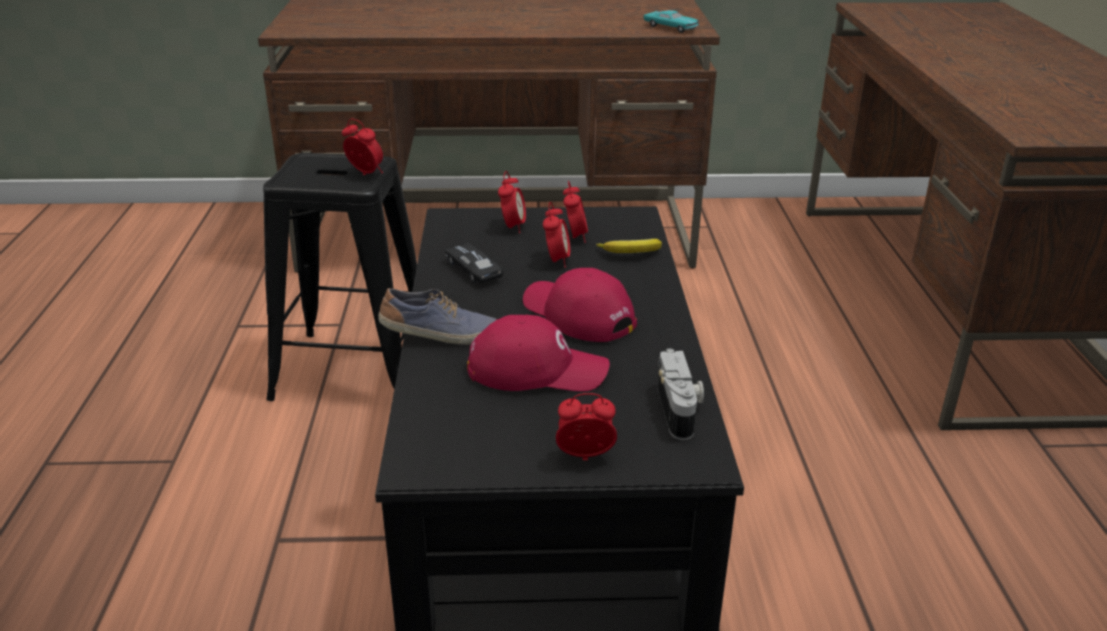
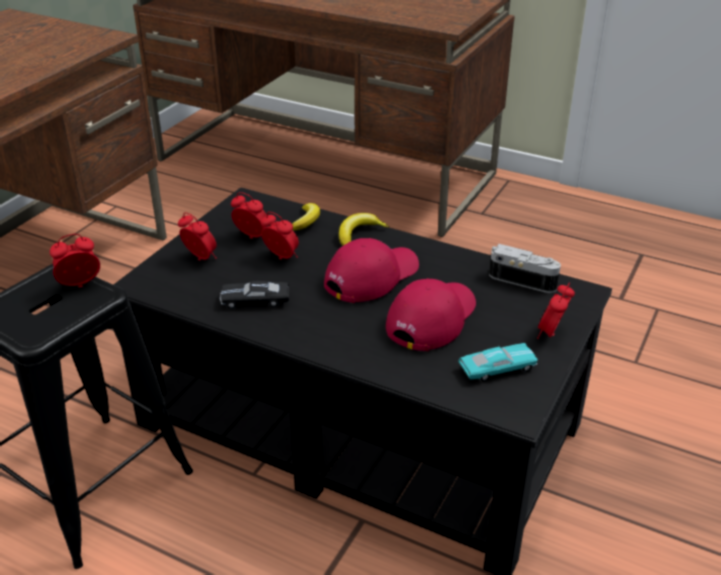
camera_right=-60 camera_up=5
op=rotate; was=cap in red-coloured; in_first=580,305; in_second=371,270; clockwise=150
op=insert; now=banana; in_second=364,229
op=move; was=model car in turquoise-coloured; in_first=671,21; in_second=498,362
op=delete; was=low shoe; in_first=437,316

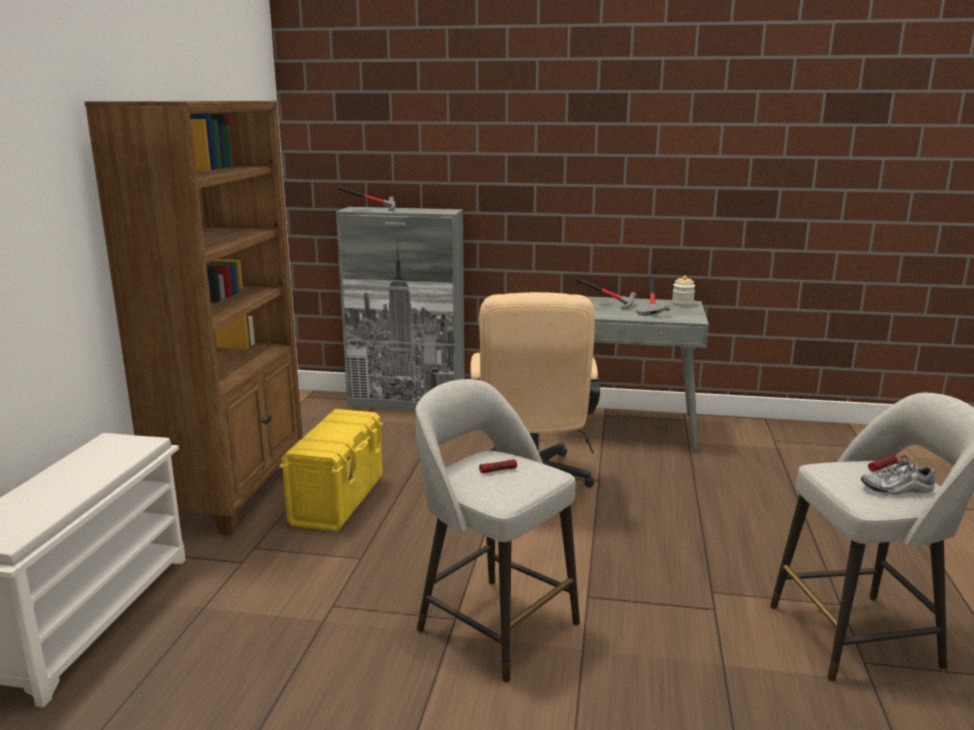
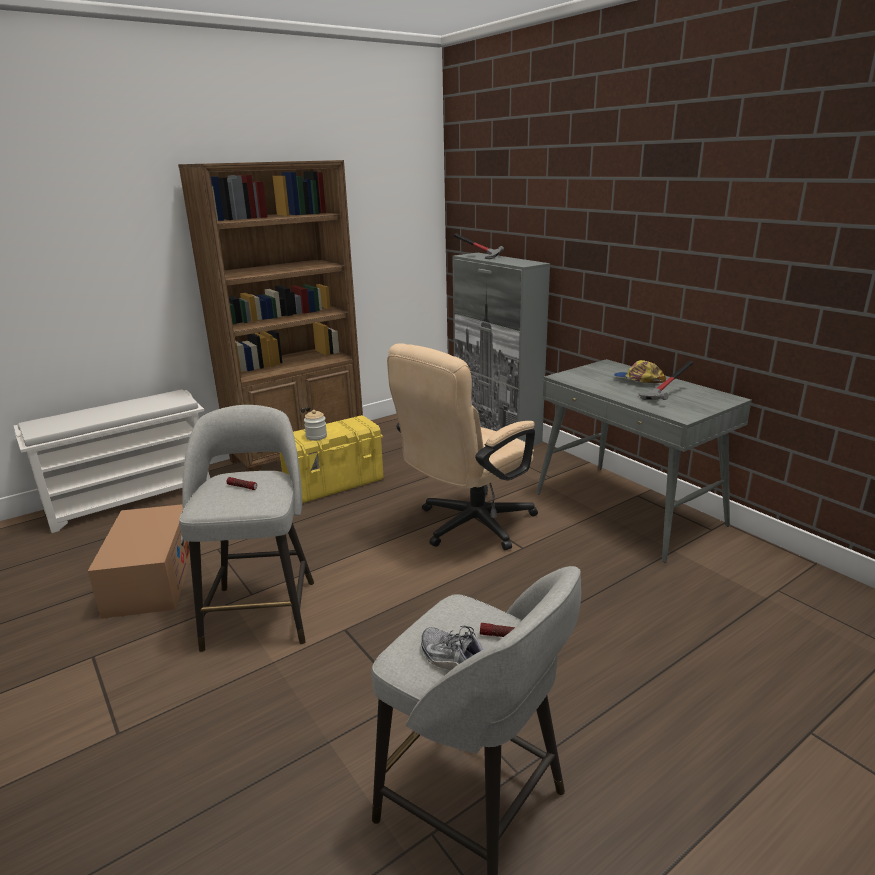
camera_right=45 camera_up=5
op=insert; now=cardboard box; in_second=139,561
op=move; was=storage jar; in_first=683,291; in_second=315,425
op=replace; was=tool hammer; now=cap; in_first=606,293; in_second=640,371

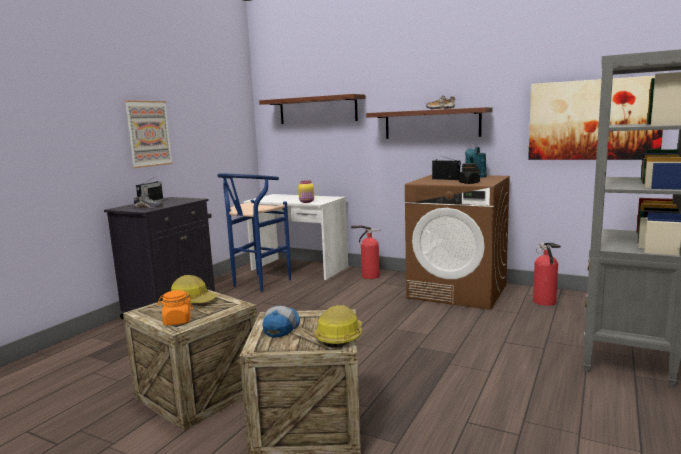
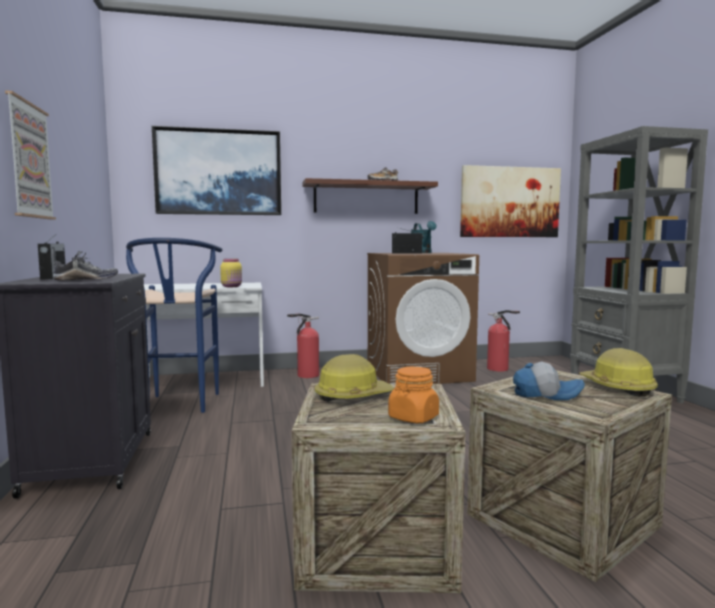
camera_right=-40 camera_up=-5
op=replace; was=bracket shelf; now=picture; in_first=312,109; in_second=216,170
op=rotate; was=cap; in_first=281,322; in_second=549,380; clockwise=120
op=delete; was=storage jar in blackish; in_first=469,173

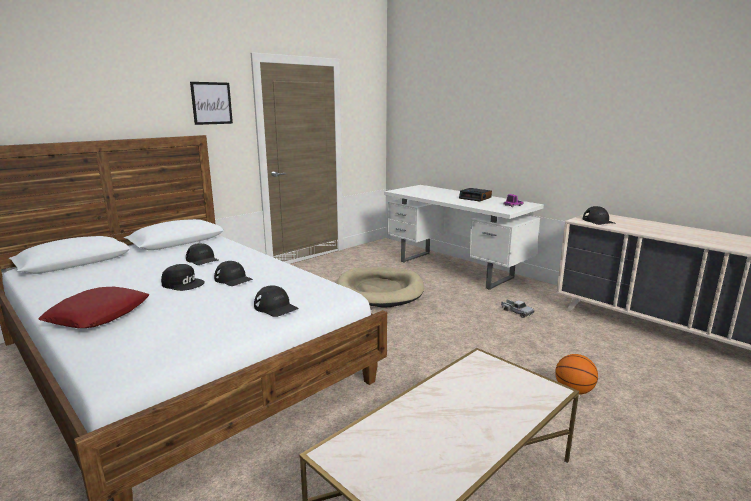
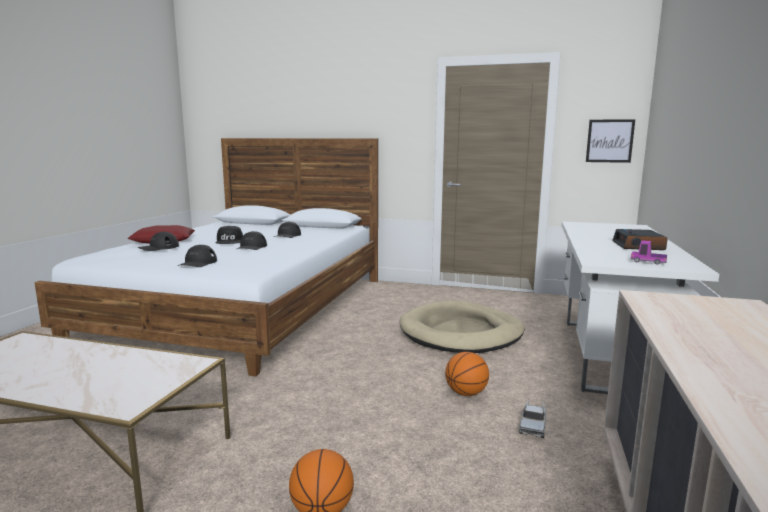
camera_right=60 camera_up=-5
op=move; was=cap in blackish; in_first=599,215; in_second=158,241
op=insert; now=ball for basketball; in_second=467,374
op=move; was=picture; in_first=211,103; in_second=610,141

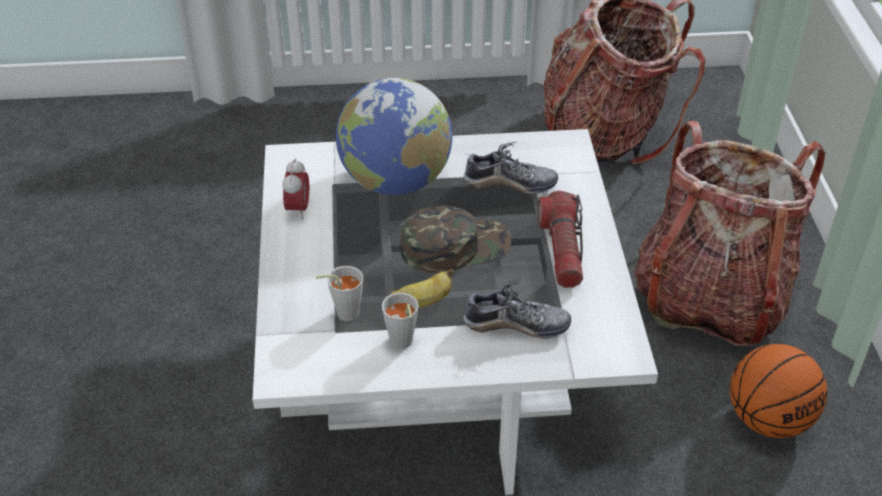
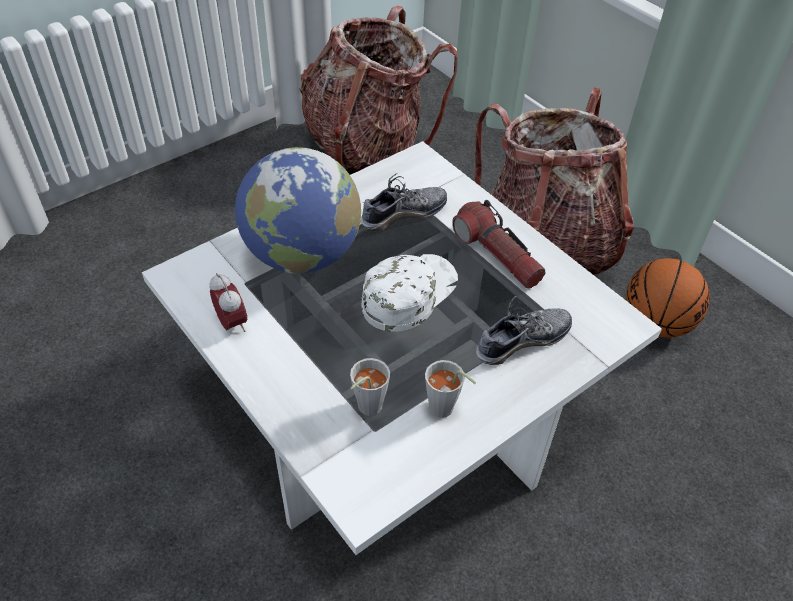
camera_right=-35 camera_up=5
op=recolor; was=cap in green-coloured; now=cap in white-coloured; in_first=455,239; in_second=409,293
op=delete; was=banana; in_first=422,288

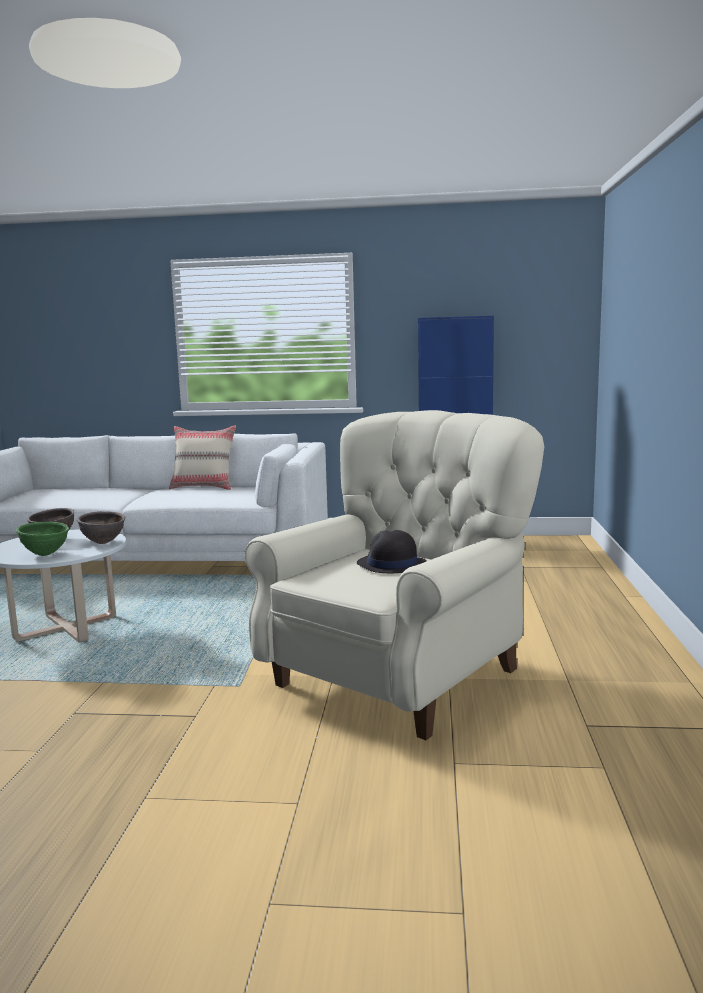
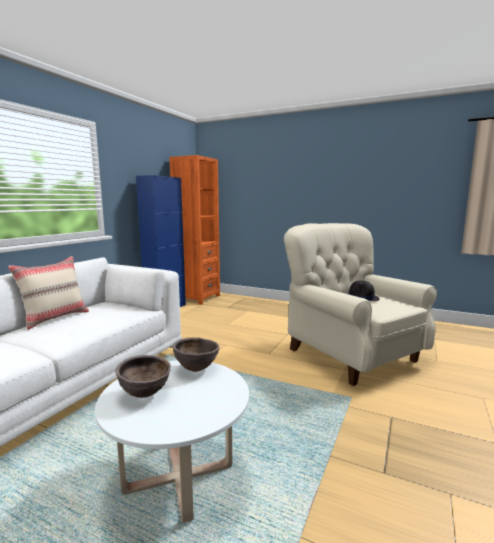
camera_right=-70 camera_up=0
op=insert; now=bookcase in orangey; in_second=194,230
op=delete; was=deep dish in green-coloured; in_first=42,539

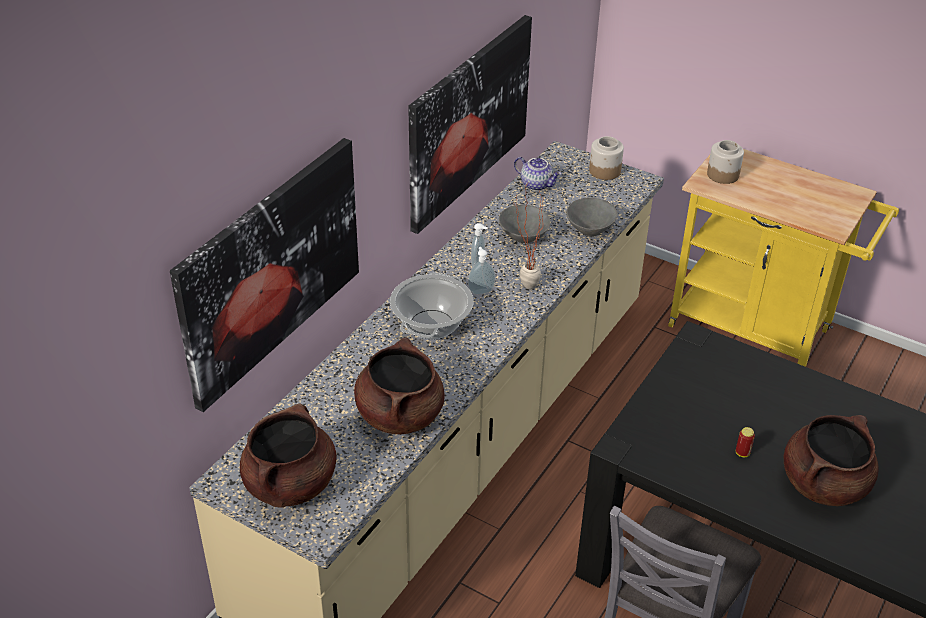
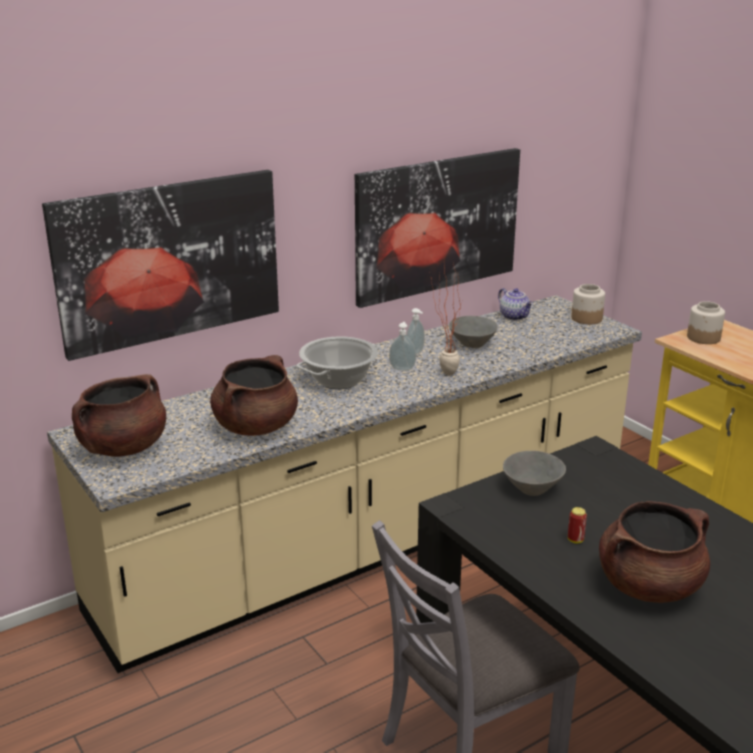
camera_right=25 camera_up=-15
op=move; was=deep dish in gray; in_first=592,217; in_second=534,473

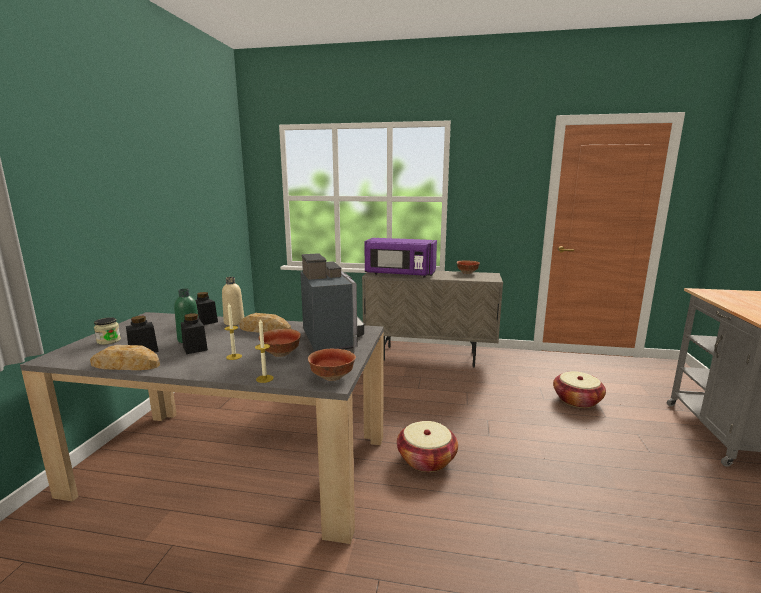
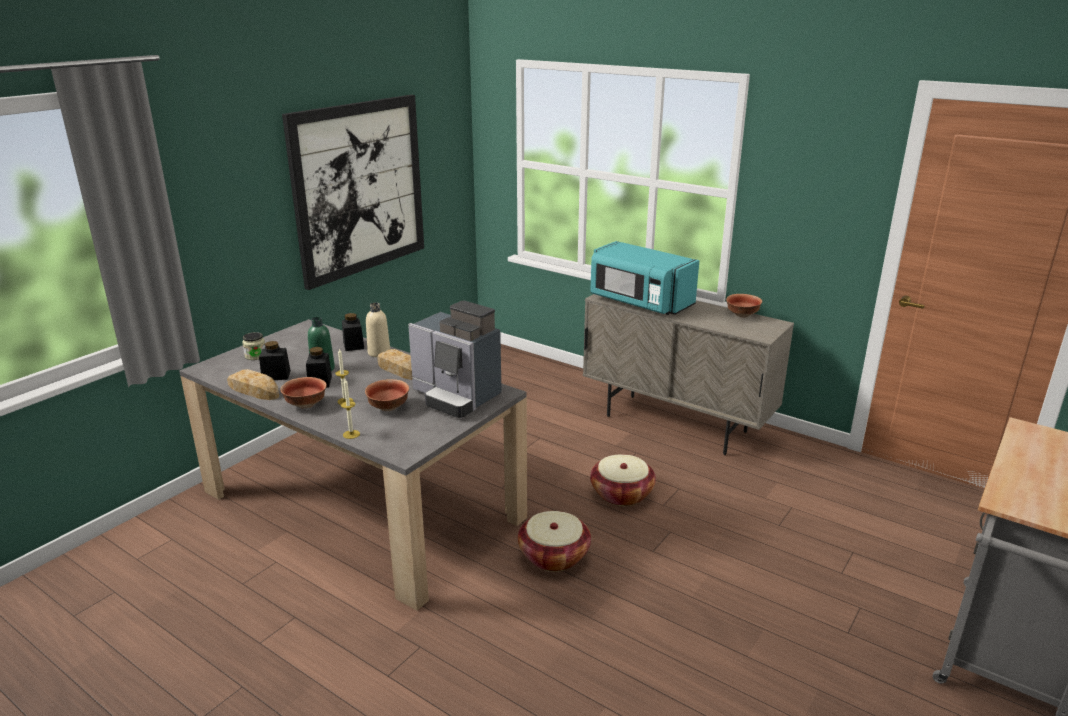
camera_right=25 camera_up=10
op=move; was=deep dish; in_first=332,365; in_second=303,392
op=insert; now=picture; in_second=353,192
op=rotate; was=coffee maker; in_first=332,302; in_second=455,359; clockwise=120
op=recolor; was=kitchen microwave in purplish; now=kitchen microwave in turquoise-coloured; in_first=400,258; in_second=644,278
op=move; was=storage basket; in_first=579,389; in_second=623,480

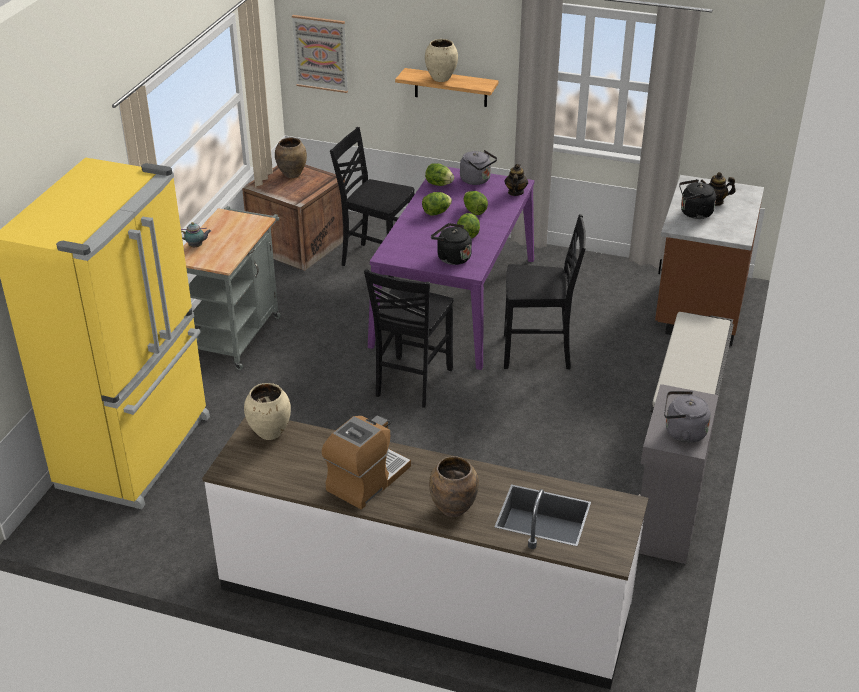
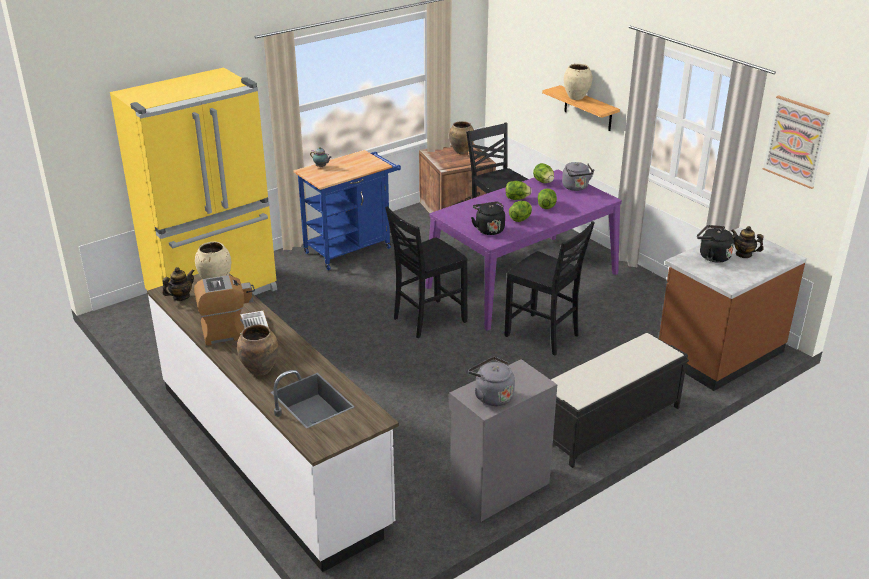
camera_right=35 camera_up=-5
op=move; was=pot for tea; in_first=516,180; in_second=178,284
op=recolor; was=wheeled cart in gray; now=wheeled cart in blue-coloured; in_first=232,288; in_second=347,210
op=move; was=picture; in_first=320,54; in_second=796,142

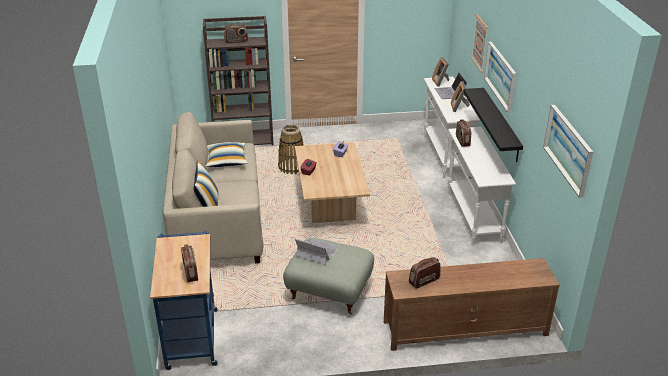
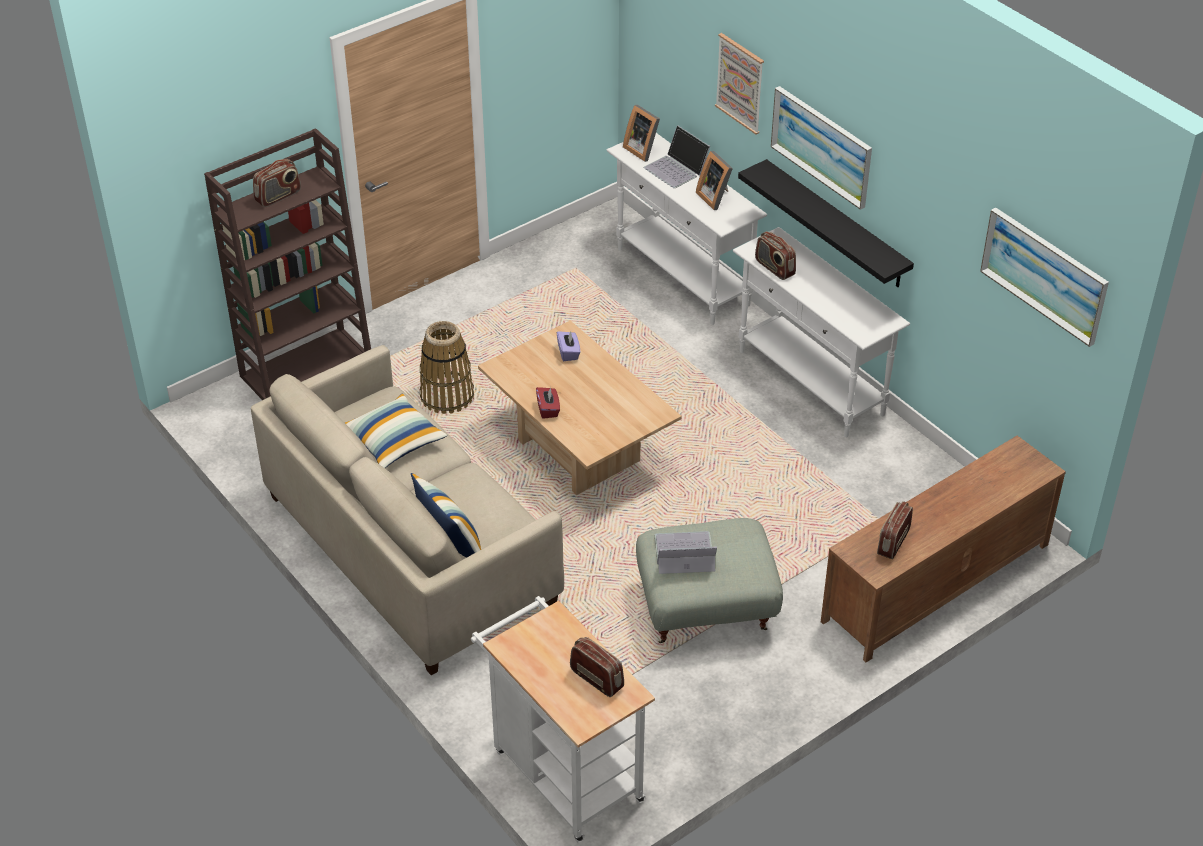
camera_right=-30 camera_up=10
op=recolor; was=wheeled cart in blue-coloured; now=wheeled cart in white-coloured; in_first=184,300; in_second=563,719

